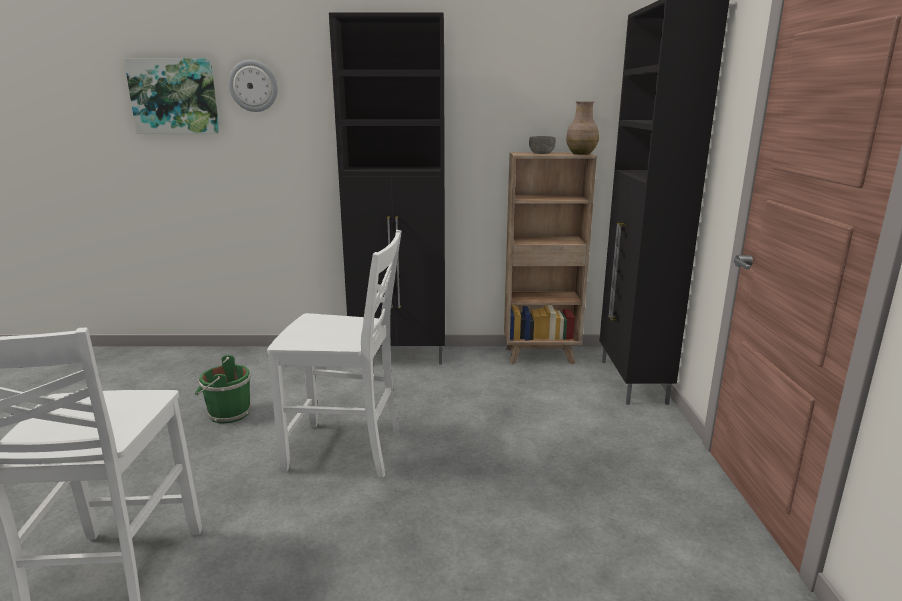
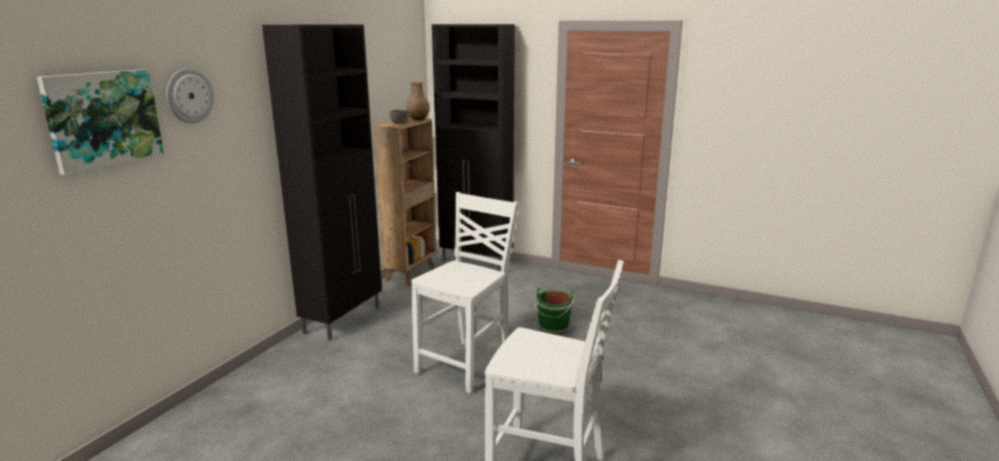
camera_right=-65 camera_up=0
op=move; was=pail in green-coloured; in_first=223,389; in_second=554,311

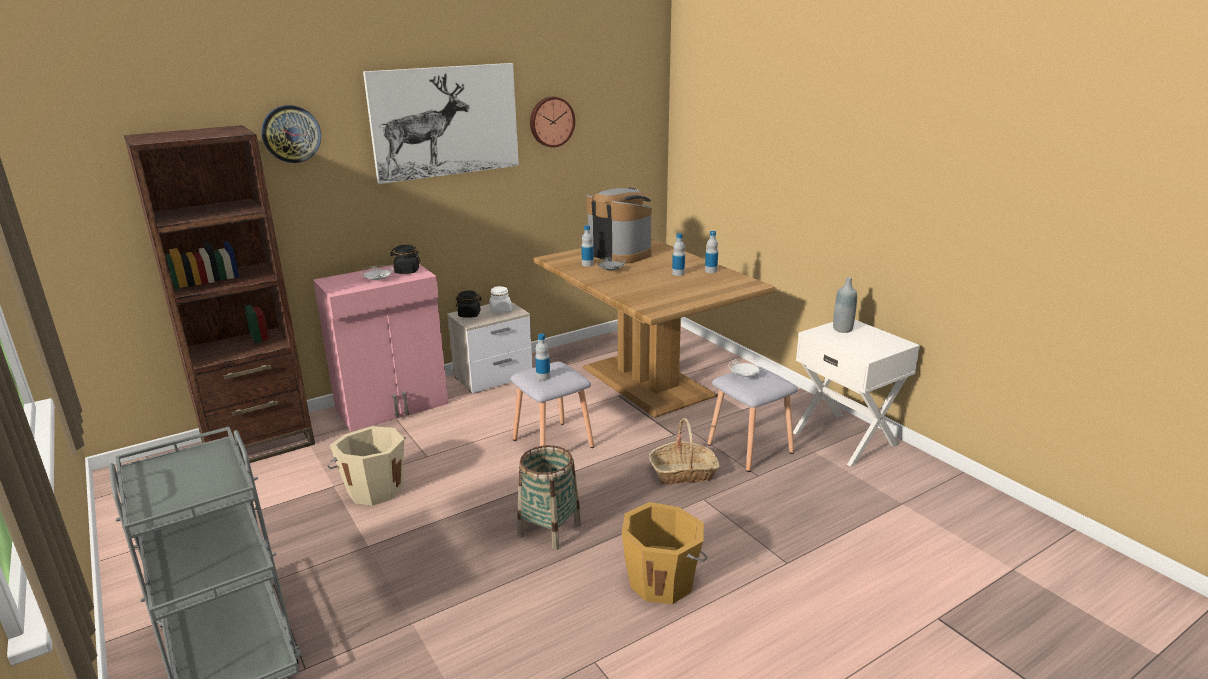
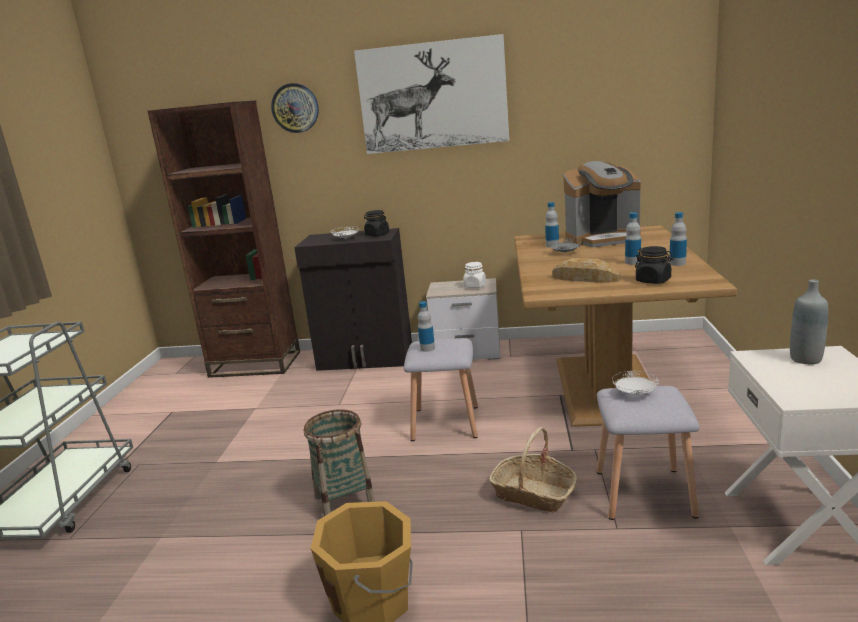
camera_right=40 camera_up=-5
op=recolor; was=storage cabinet in pinkish; now=storage cabinet in blackish; in_first=380,348; in_second=353,299
op=insert; now=baked bread; in_second=586,270
op=rotate; was=coffee maker; in_first=619,225; in_second=602,204; clockwise=90
op=move; was=storage jar in blackish; in_first=469,304; in_second=654,265
op=delete; was=pail in sand-coloured; in_first=366,466
op=delete; was=hanging clock; in_first=552,122

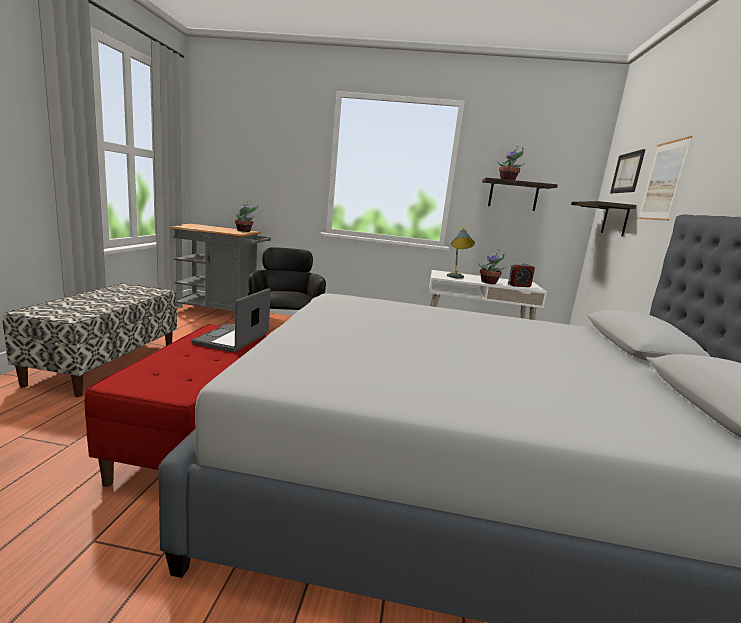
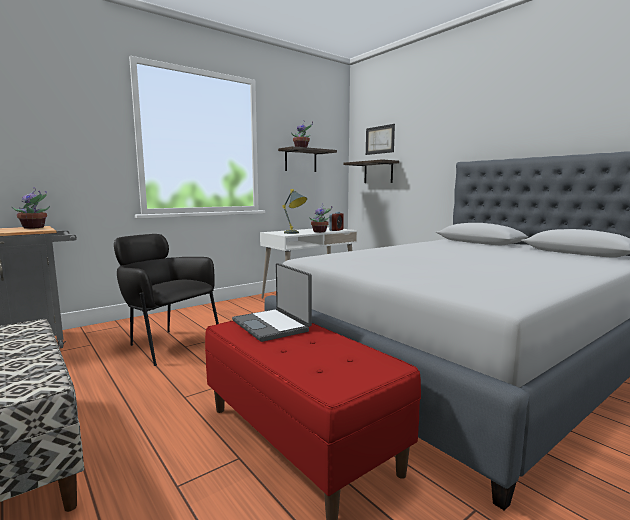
camera_right=-45 camera_up=-5
op=delete; was=picture; in_first=665,178

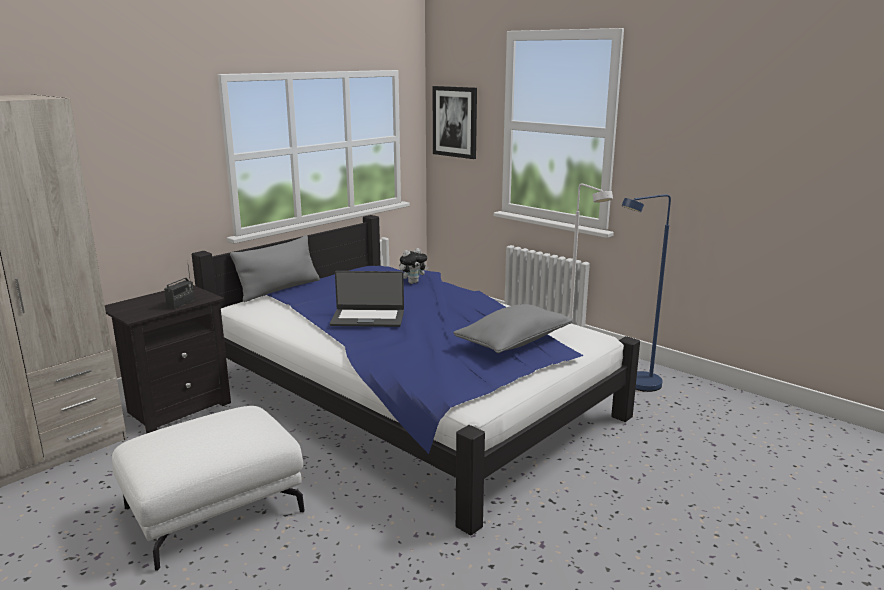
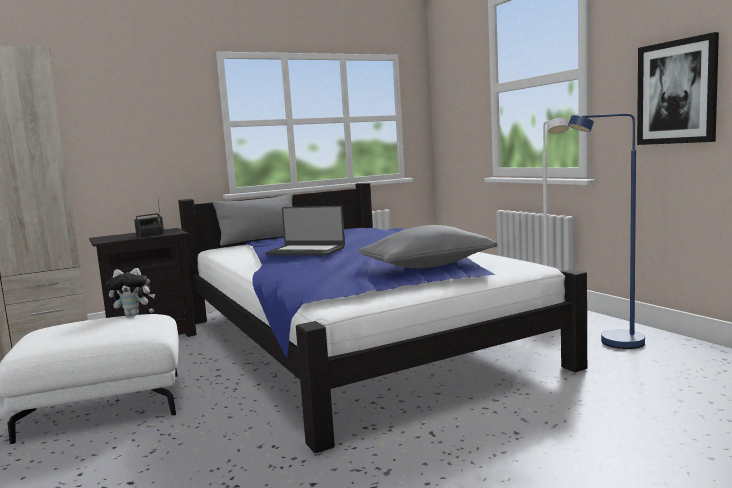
camera_right=20 camera_up=-10
op=move; was=cuddly toy; in_first=413,266; in_second=131,292
op=move; was=picture; in_first=455,122; in_second=678,88

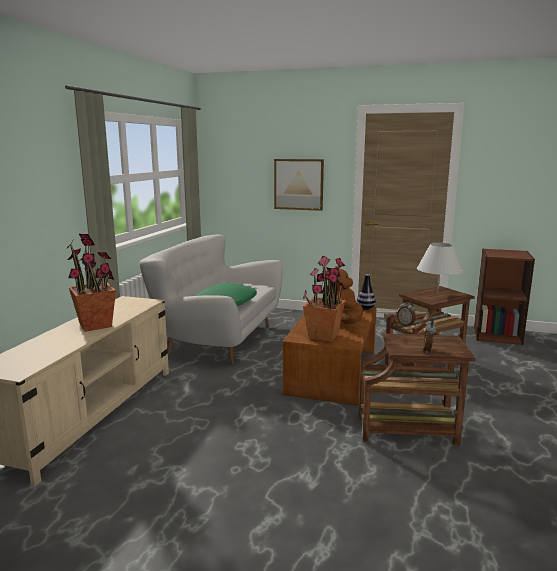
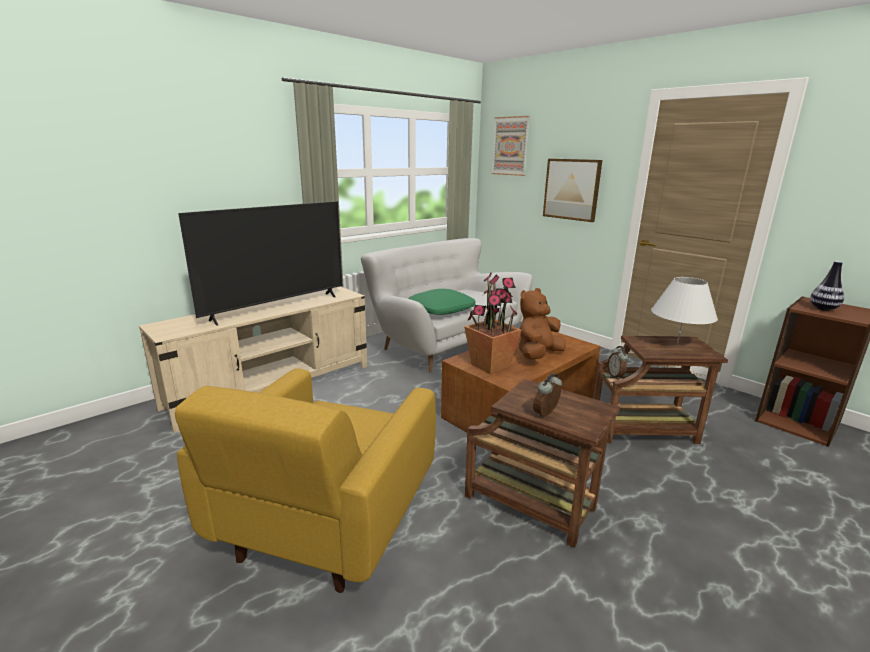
camera_right=30 camera_up=5
op=insert; now=easy chair in yellowish; in_second=305,480
op=replace; was=potted plant; now=TV set; in_first=91,283; in_second=260,263
op=insert; now=picture; in_second=511,146
op=move; was=vase; in_first=366,292; in_second=827,286

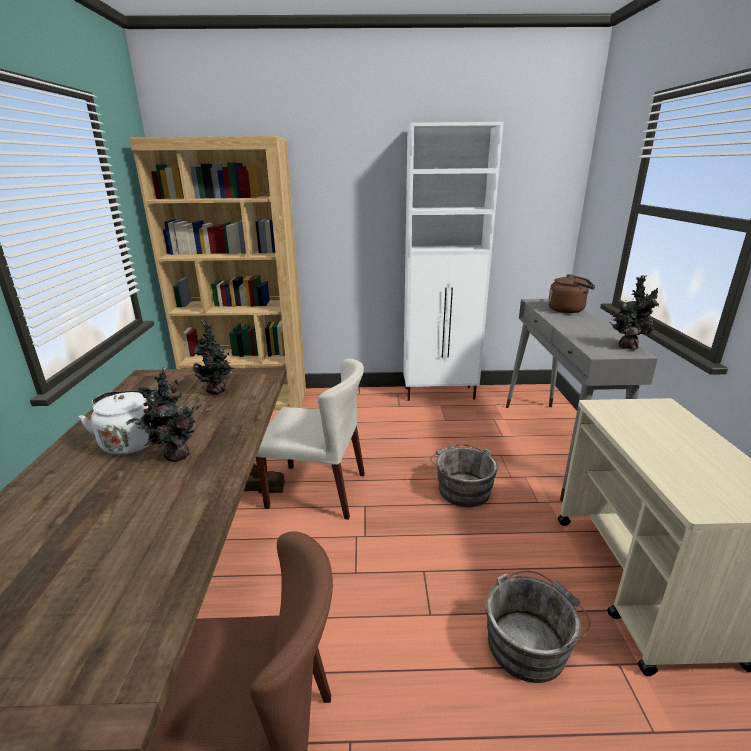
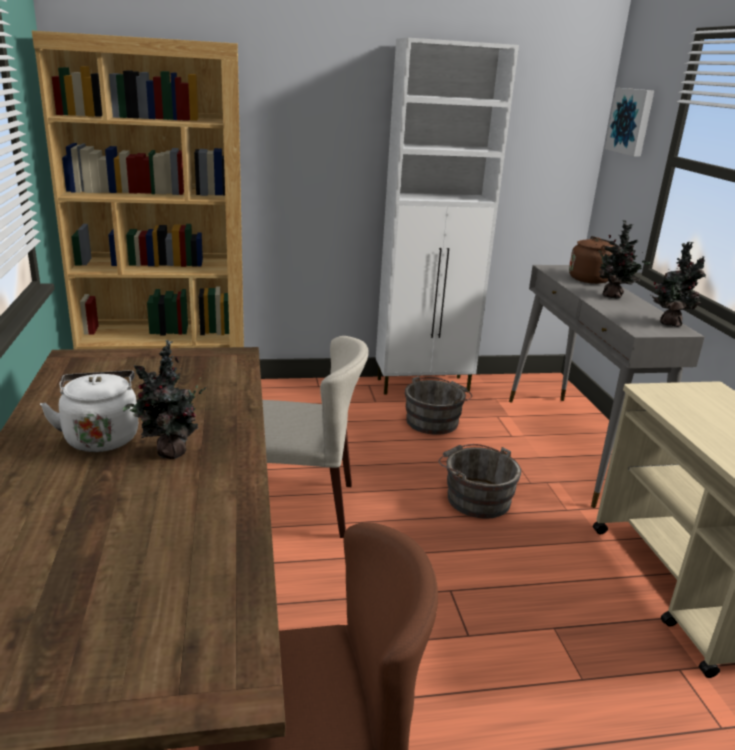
camera_right=-10 camera_up=0
op=move; was=pail in gray; in_first=538,627; in_second=438,405
op=move; was=potted plant; in_first=214,356; in_second=623,259
op=insert; now=picture; in_second=629,122

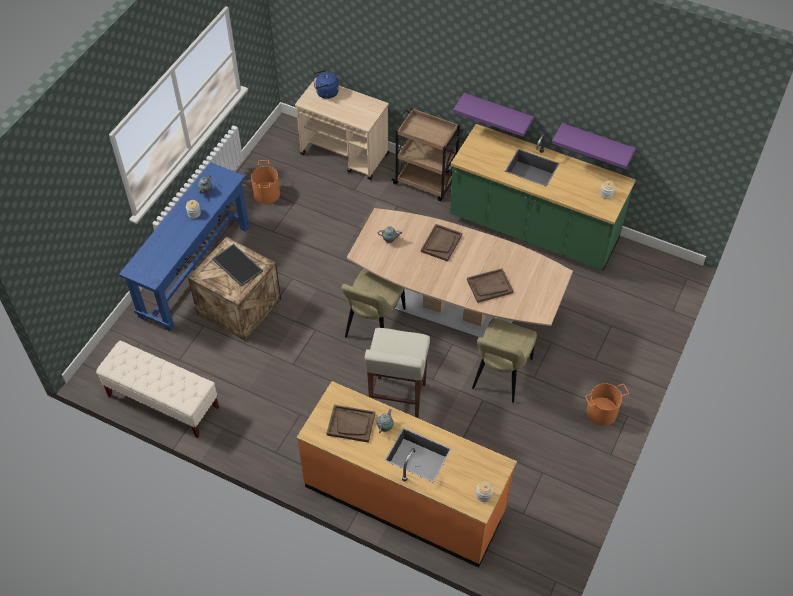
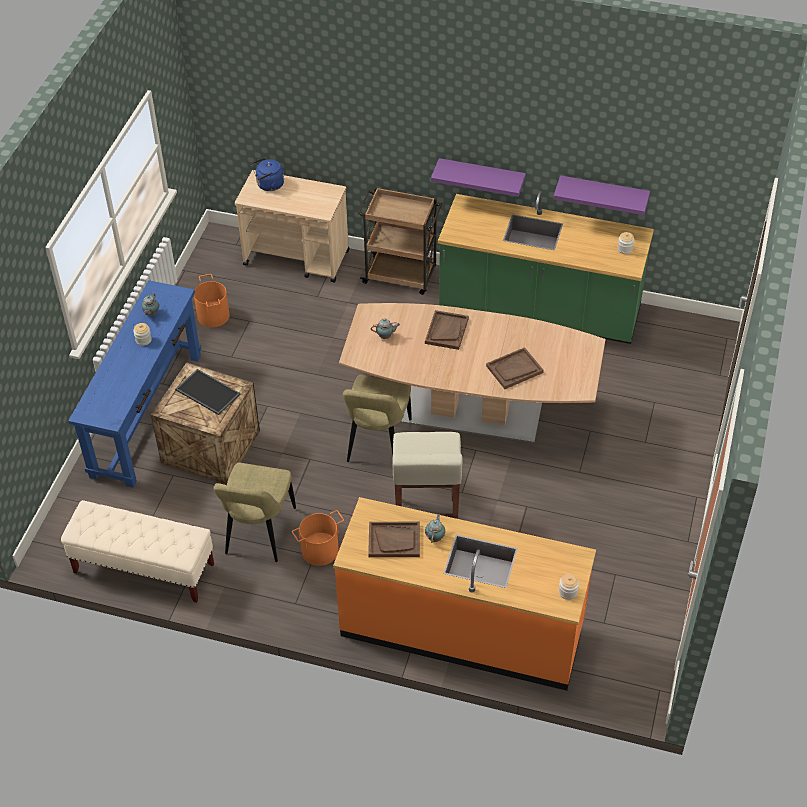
camera_right=-10 camera_up=-5
op=move; was=upright chair in sand-coloured; in_first=504,360; in_second=254,512
op=move; was=pail in orangey; in_first=607,404; in_second=318,538

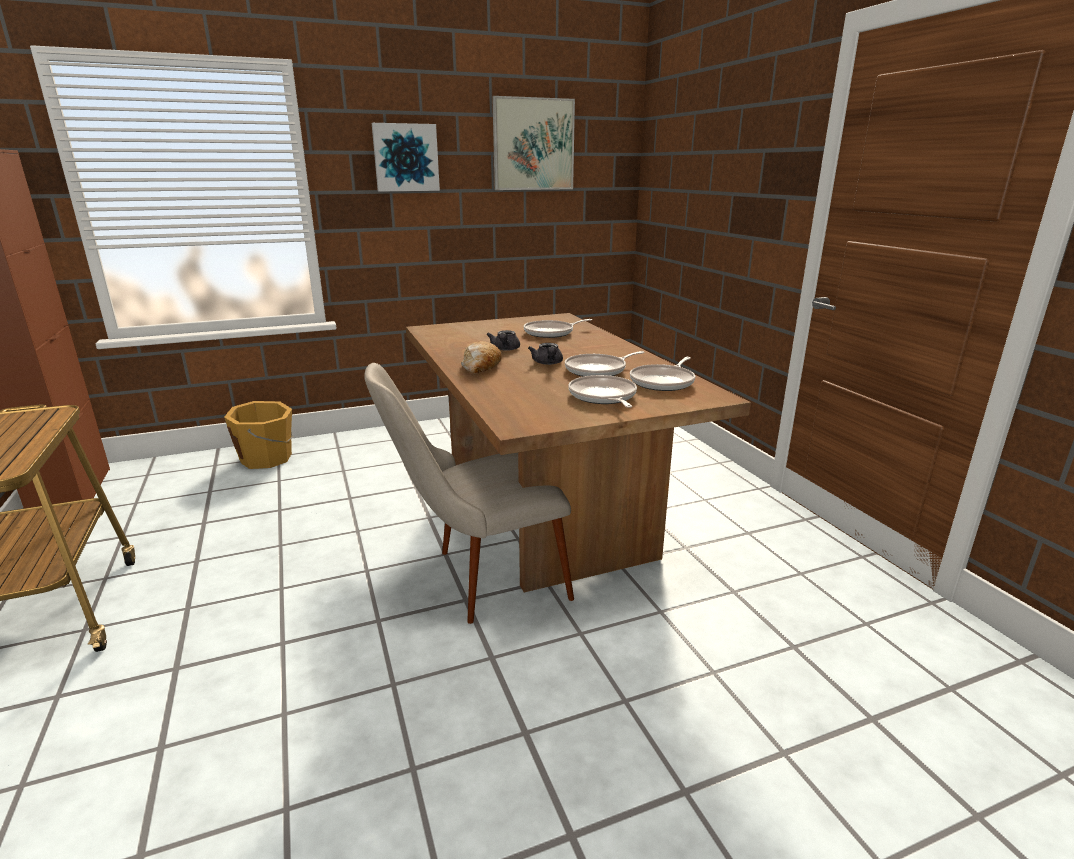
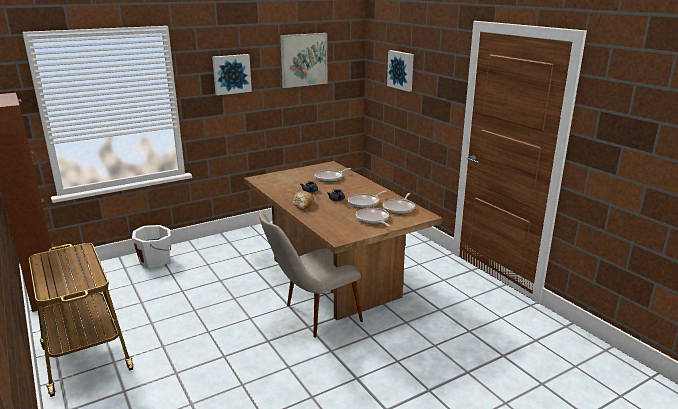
camera_right=-10 camera_up=0
op=recolor; was=pail in orangey; now=pail in white-coloured; in_first=258,435; in_second=151,246
op=insert; now=picture; in_second=400,71

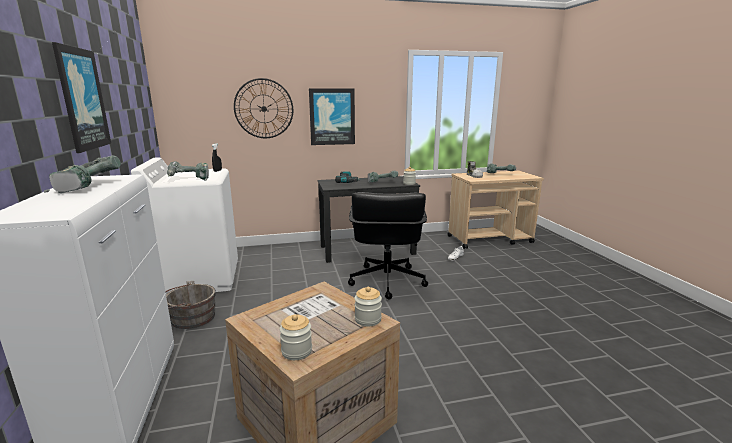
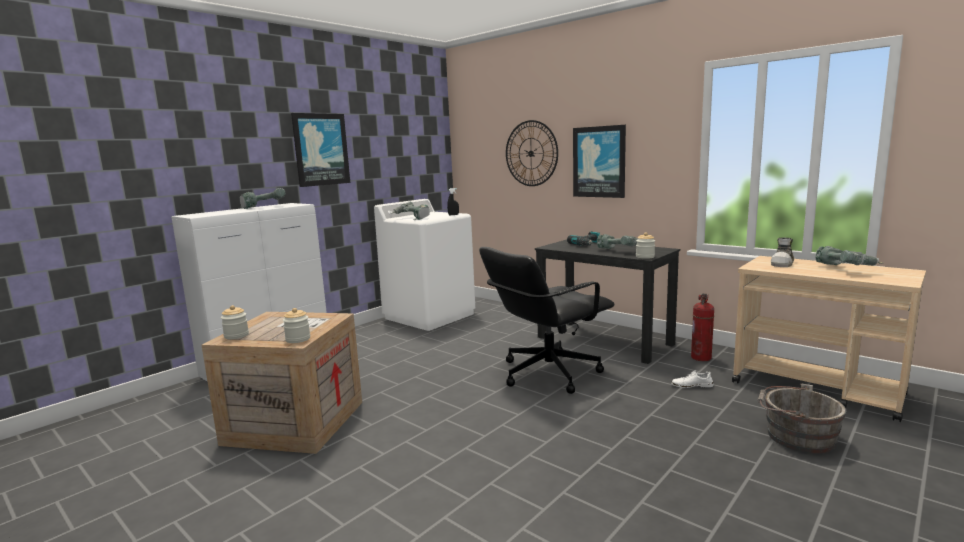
camera_right=55 camera_up=-5
op=insert; now=extinguisher; in_second=702,327
op=move; was=pail in gray; in_first=190,305; in_second=802,418

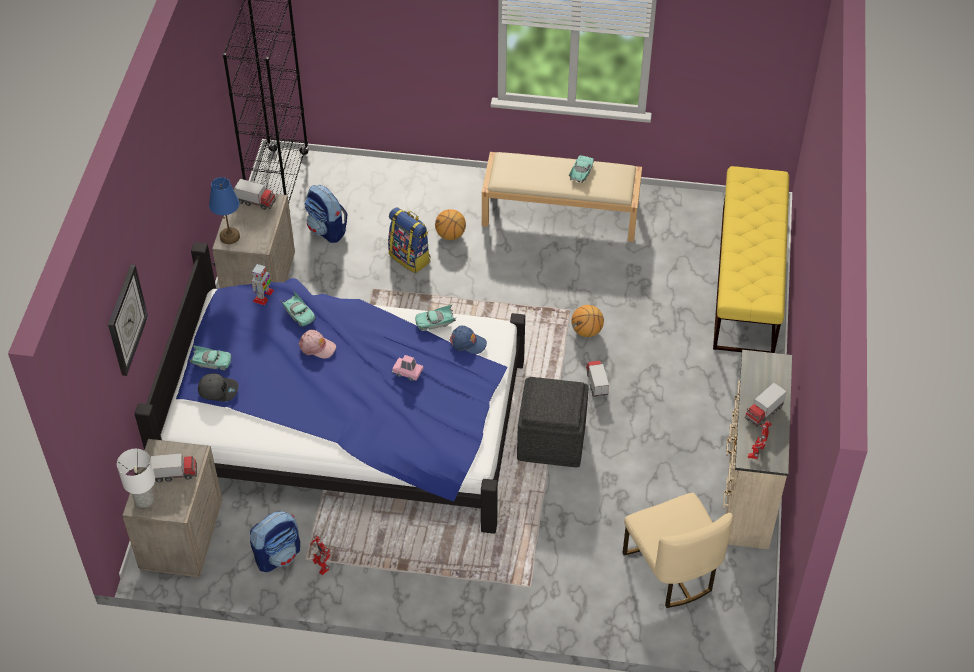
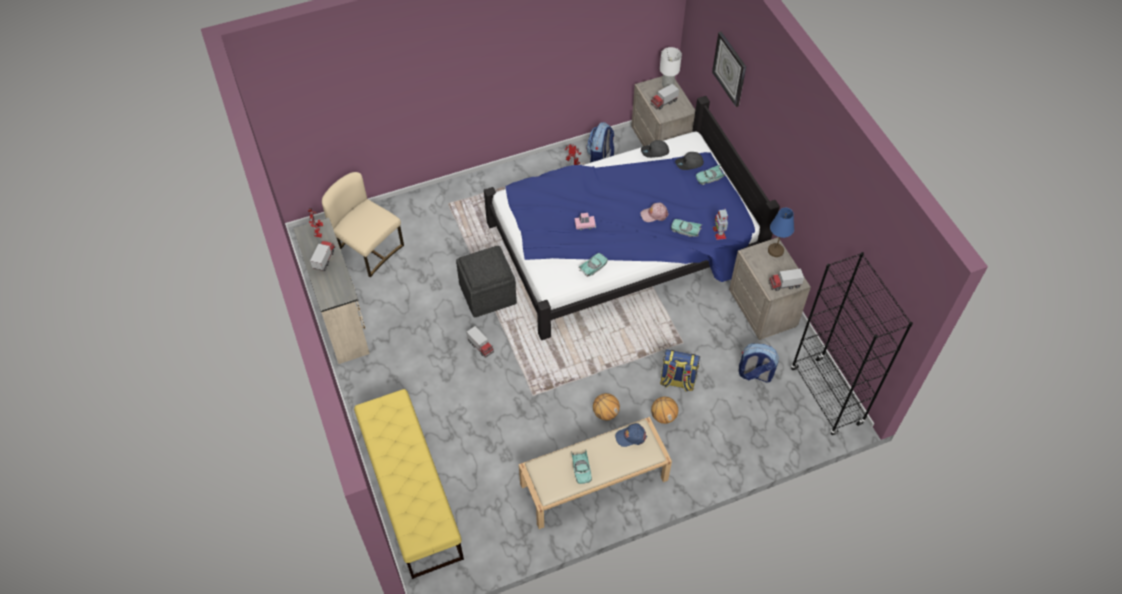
camera_right=150 camera_up=5
op=move; was=ball for basketball; in_first=587,321; in_second=606,406
op=move; was=cap in blue-coloured; in_first=468,340; in_second=631,435
op=insert; now=cap in gray; in_second=655,149

